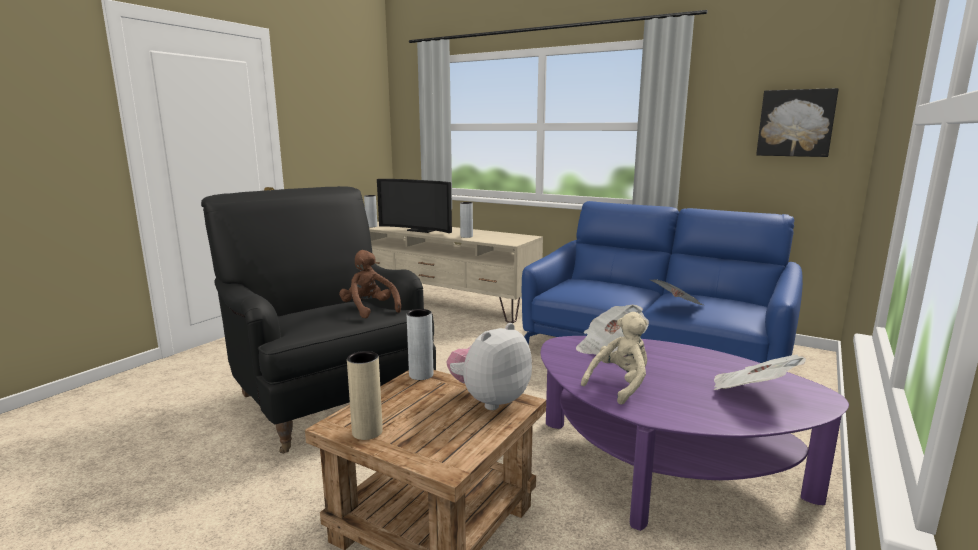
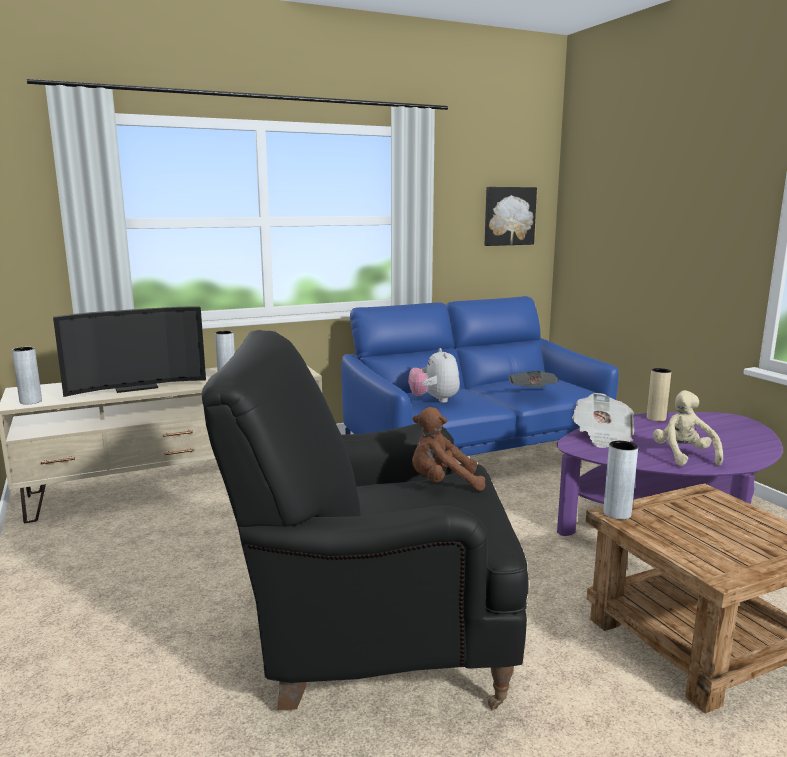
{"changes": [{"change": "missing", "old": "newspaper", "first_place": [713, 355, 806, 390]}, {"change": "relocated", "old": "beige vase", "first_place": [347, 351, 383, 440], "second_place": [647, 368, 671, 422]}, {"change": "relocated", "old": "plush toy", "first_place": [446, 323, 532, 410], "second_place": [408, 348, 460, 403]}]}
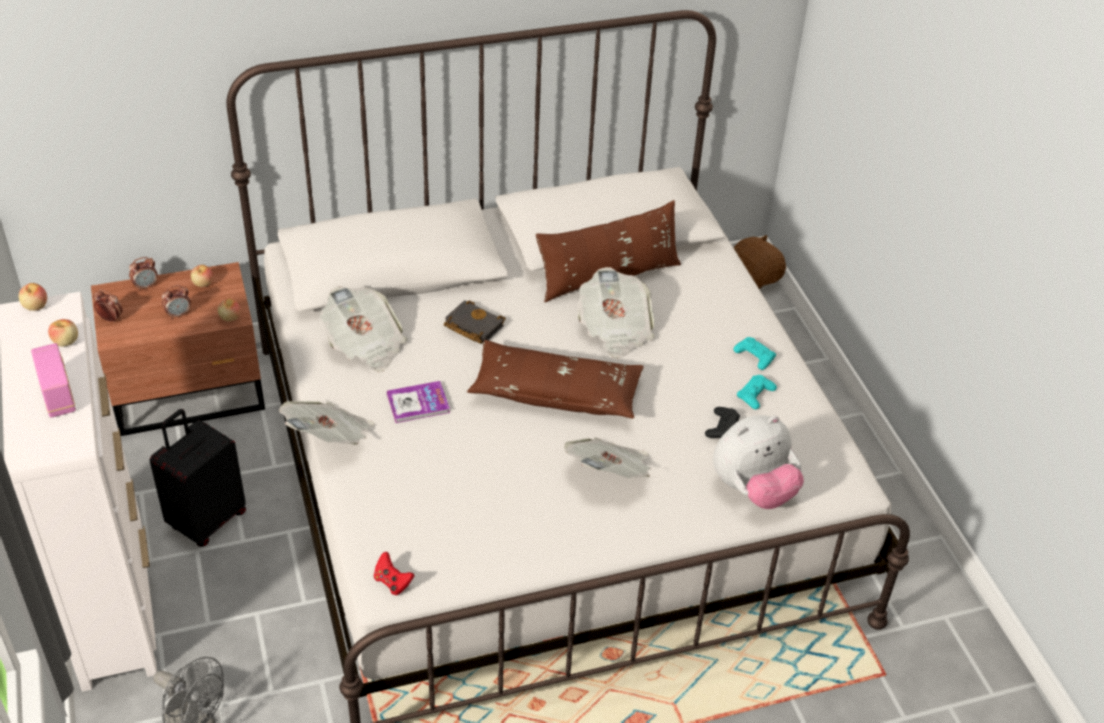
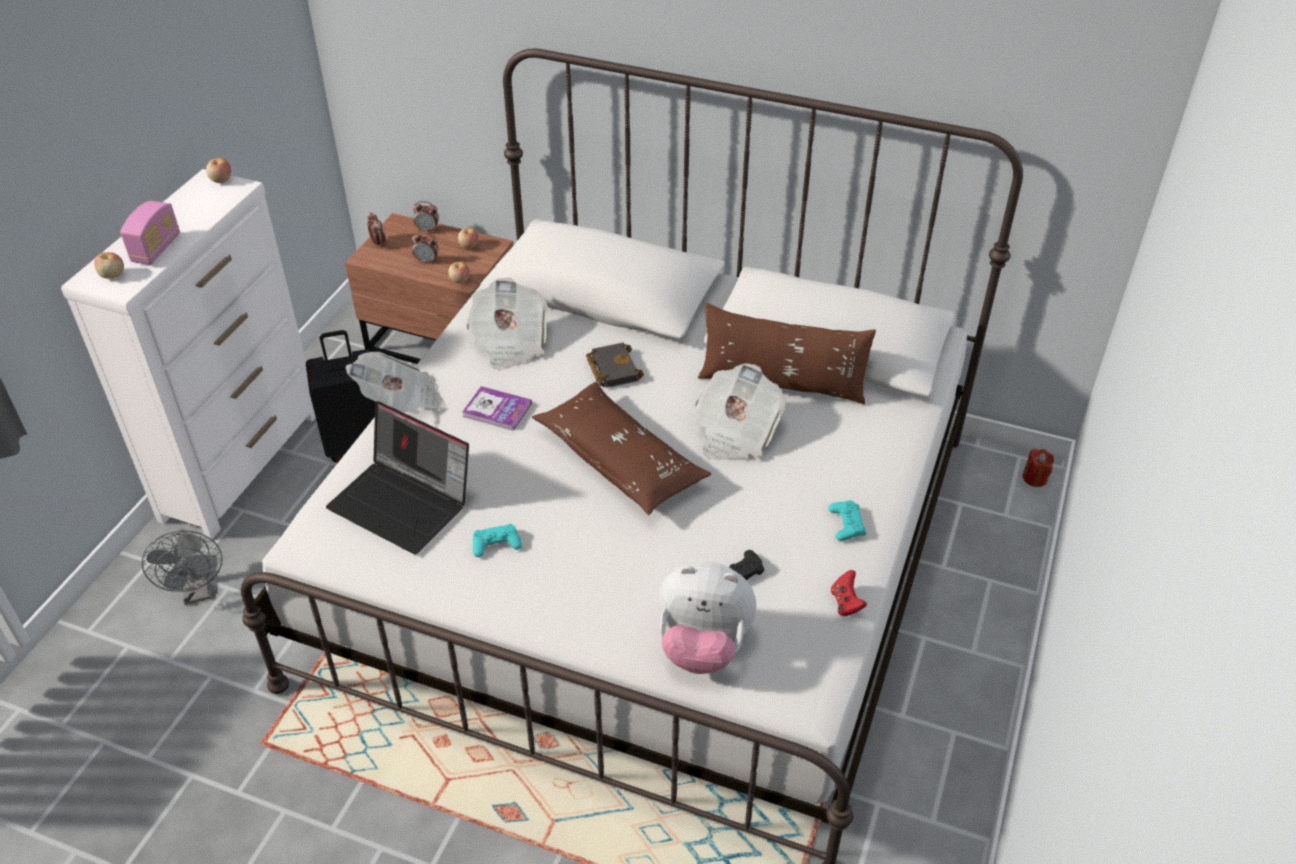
{"changes": [{"change": "missing", "old": "newspaper", "first_place": [564, 437, 651, 478]}, {"change": "appeared", "new": "laptop", "second_place": [326, 401, 469, 554]}, {"change": "relocated", "old": "apple", "first_place": [48, 319, 78, 347], "second_place": [94, 252, 124, 279]}, {"change": "relocated", "old": "red game controller", "first_place": [374, 552, 414, 595], "second_place": [831, 570, 867, 616]}, {"change": "relocated", "old": "turquoise game controller", "first_place": [737, 375, 777, 409], "second_place": [473, 524, 522, 557]}, {"change": "exchanged", "old": "brown plush toy", "new": "red candle", "first_place": [734, 235, 786, 289], "second_place": [1023, 449, 1054, 487]}]}
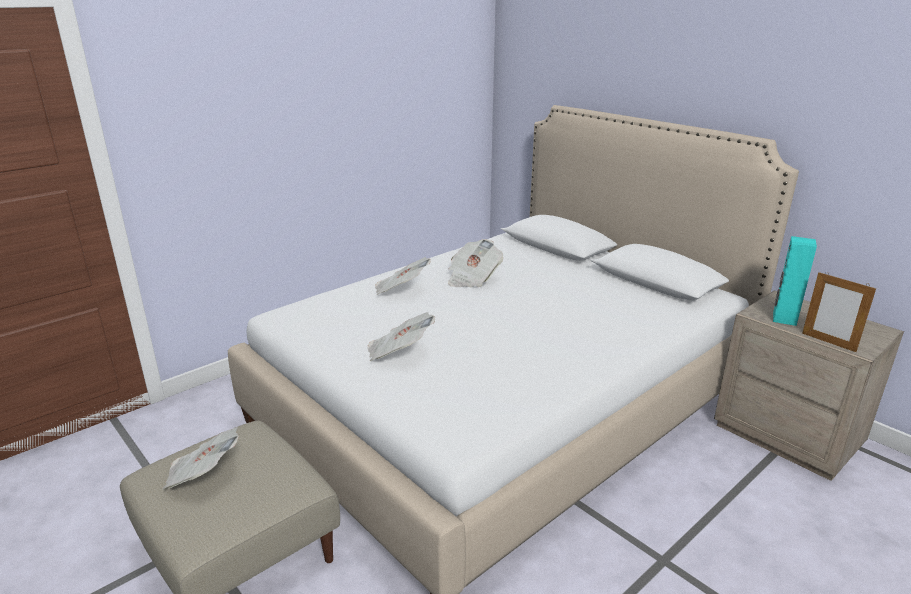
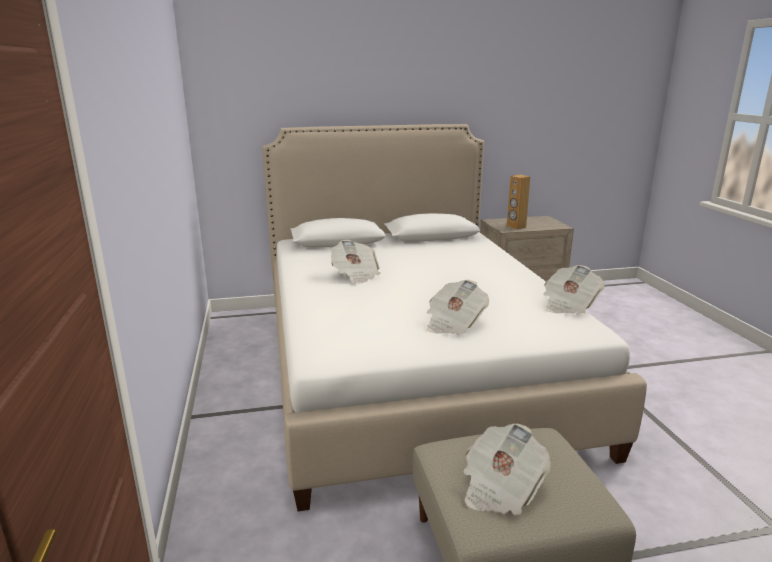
{"changes": [{"change": "missing", "old": "picture frame", "first_place": [802, 272, 876, 352]}, {"change": "relocated", "old": "newspaper", "first_place": [375, 257, 431, 295], "second_place": [544, 265, 604, 314]}, {"change": "colour", "old": "turquoise speaker", "new": "brown speaker", "first_place": [773, 236, 817, 326], "second_place": [507, 174, 530, 230]}]}
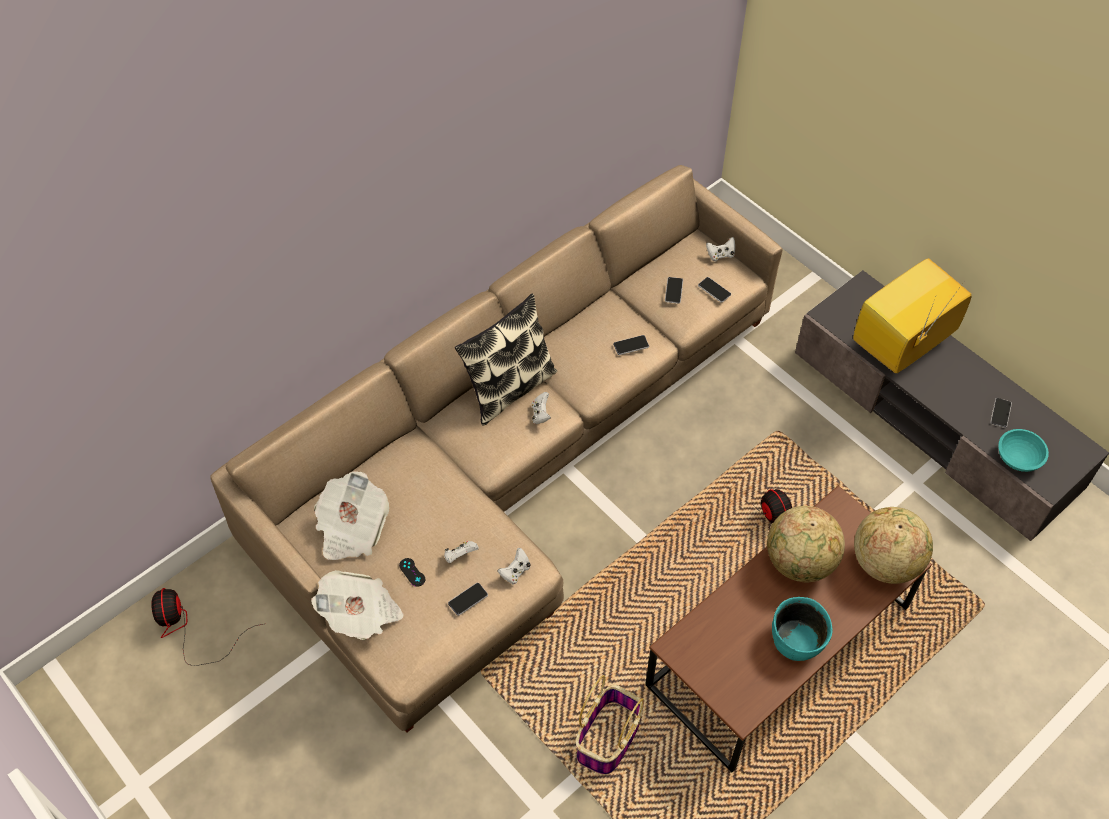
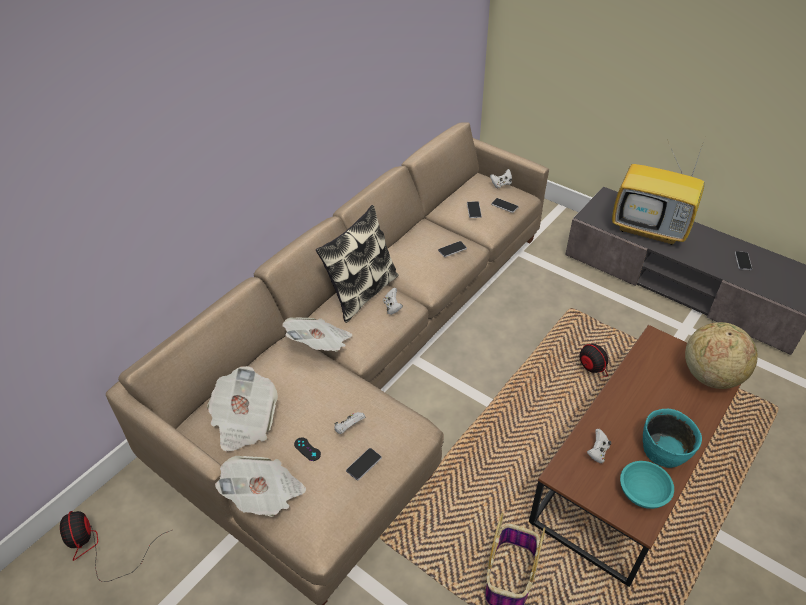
{"changes": [{"change": "missing", "old": "globe", "first_place": [767, 506, 845, 582]}, {"change": "appeared", "new": "newspaper", "second_place": [283, 317, 352, 352]}, {"change": "relocated", "old": "white game controller", "first_place": [498, 548, 531, 584], "second_place": [587, 429, 611, 463]}, {"change": "relocated", "old": "turquoise bowl", "first_place": [998, 429, 1049, 472], "second_place": [620, 461, 674, 509]}, {"change": "spun", "old": "television", "first_place": [853, 258, 972, 373], "second_place": [612, 141, 705, 245], "degrees": -105}]}
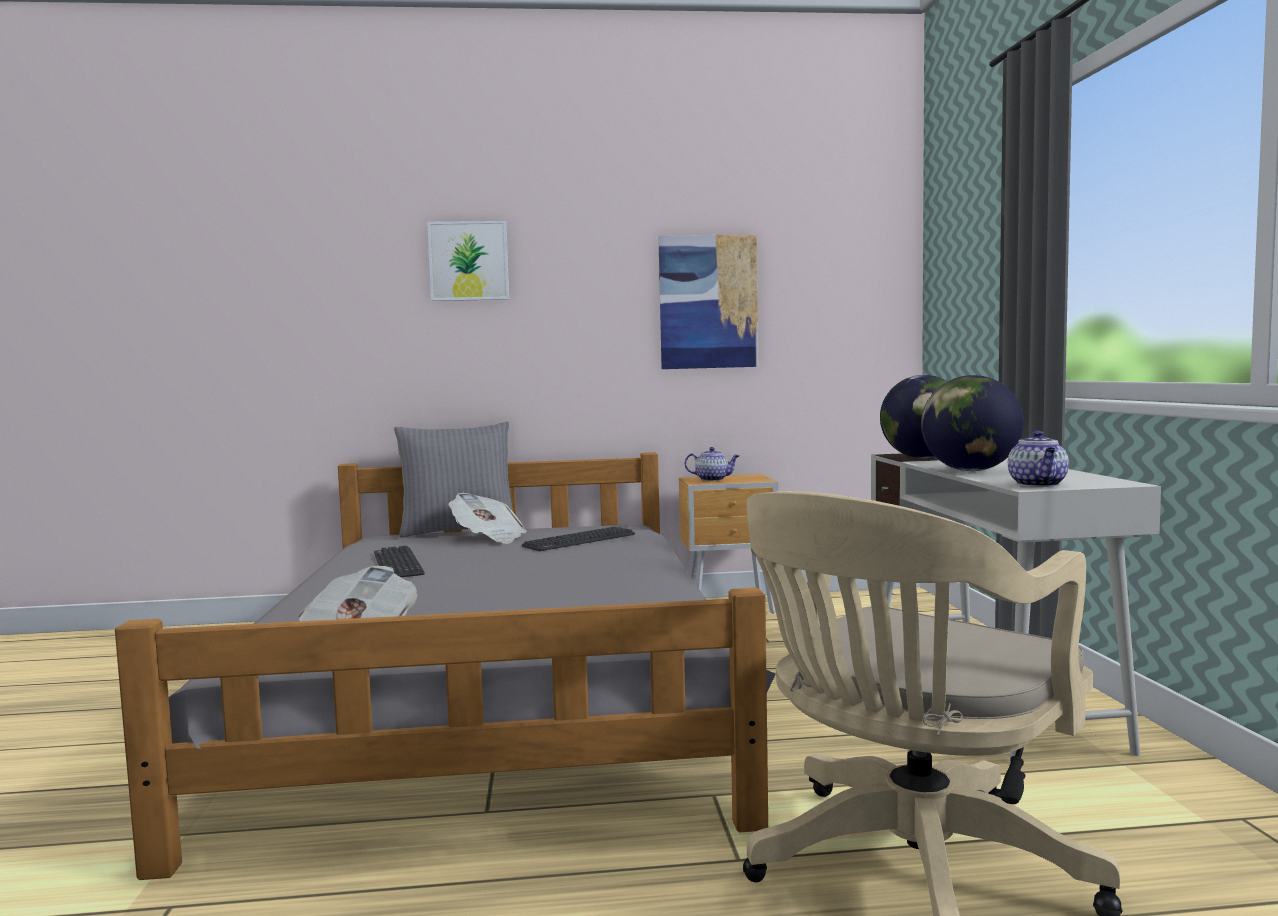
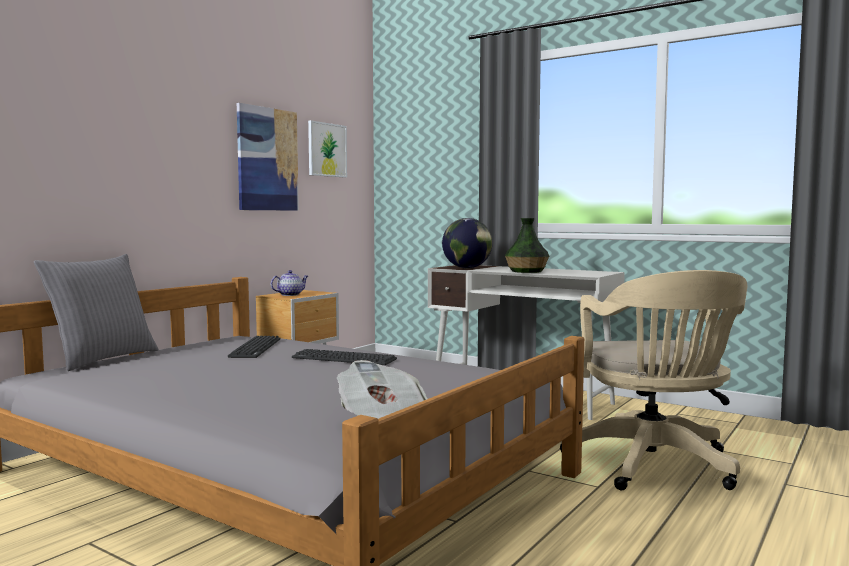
{"changes": [{"change": "missing", "old": "newspaper", "first_place": [449, 493, 527, 544]}, {"change": "missing", "old": "teapot", "first_place": [1008, 431, 1069, 487]}, {"change": "relocated", "old": "keyboard", "first_place": [374, 546, 425, 577], "second_place": [292, 349, 397, 365]}, {"change": "relocated", "old": "picture", "first_place": [427, 221, 509, 301], "second_place": [308, 120, 347, 178]}, {"change": "exchanged", "old": "globe", "new": "vase", "first_place": [921, 375, 1024, 471], "second_place": [505, 218, 549, 273]}]}
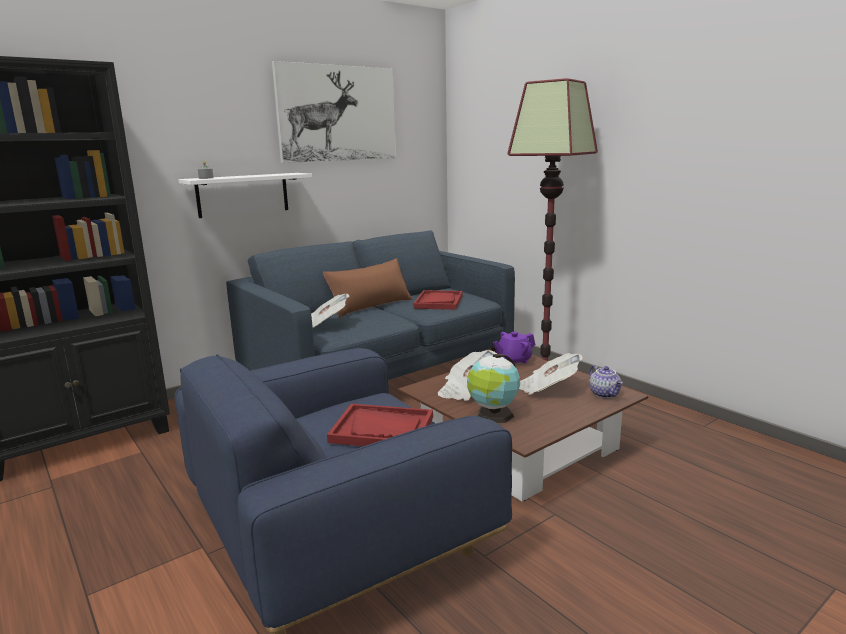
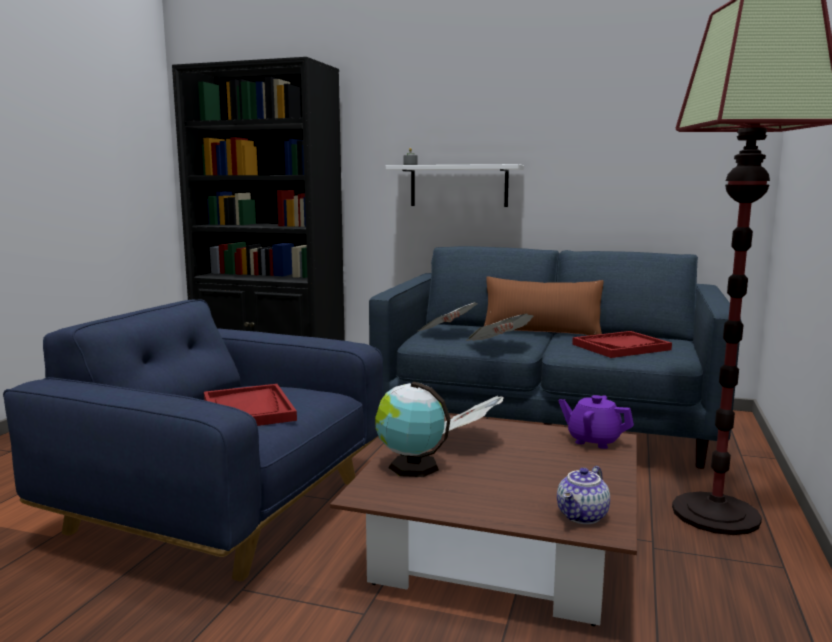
{"changes": [{"change": "missing", "old": "picture", "first_place": [272, 61, 396, 163]}, {"change": "relocated", "old": "newspaper", "first_place": [519, 353, 583, 395], "second_place": [467, 314, 534, 341]}]}
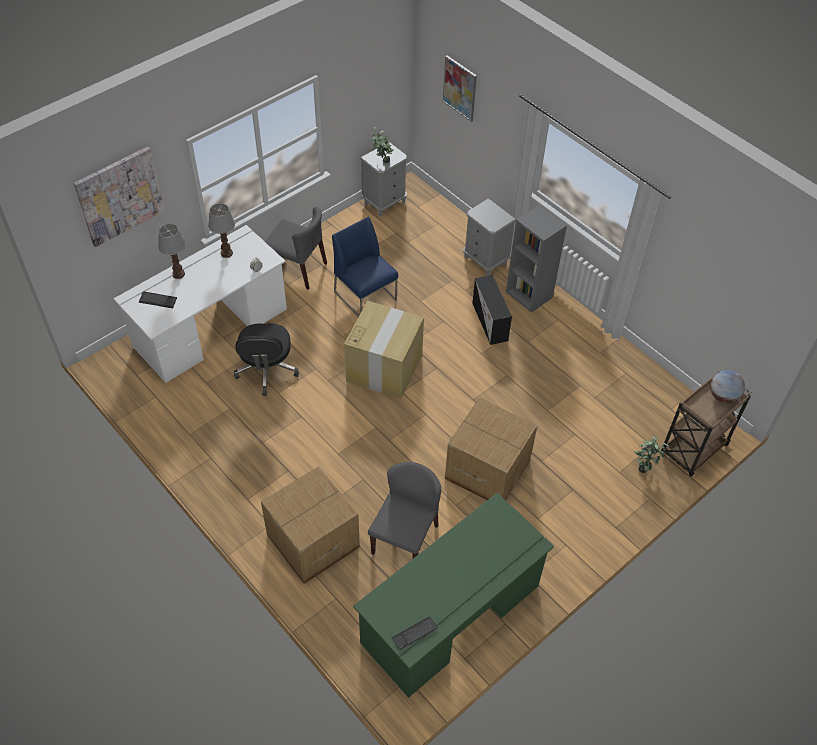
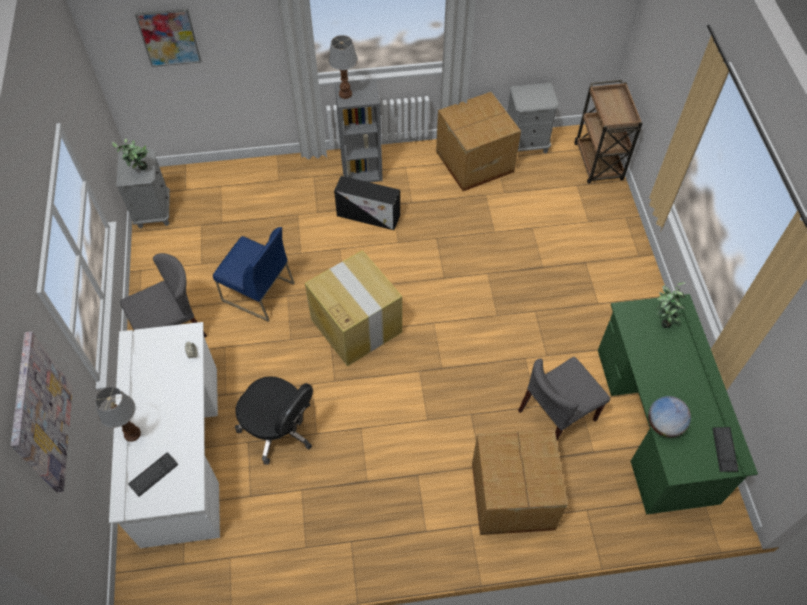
{"changes": [{"change": "relocated", "old": "table lamp", "first_place": [208, 203, 235, 258], "second_place": [328, 35, 358, 99]}, {"change": "relocated", "old": "cardboard box", "first_place": [445, 398, 538, 500], "second_place": [436, 92, 521, 191]}, {"change": "relocated", "old": "grey nightstand", "first_place": [463, 198, 516, 276], "second_place": [507, 83, 559, 153]}, {"change": "relocated", "old": "potted plant", "first_place": [634, 435, 669, 473], "second_place": [657, 282, 686, 329]}, {"change": "relocated", "old": "globe", "first_place": [710, 370, 745, 403], "second_place": [648, 396, 691, 437]}, {"change": "spun", "old": "blue chair", "first_place": [332, 216, 398, 317], "second_place": [213, 227, 295, 322], "degrees": -150}, {"change": "spun", "old": "grey chair", "first_place": [368, 462, 441, 558], "second_place": [518, 357, 610, 440], "degrees": -90}]}
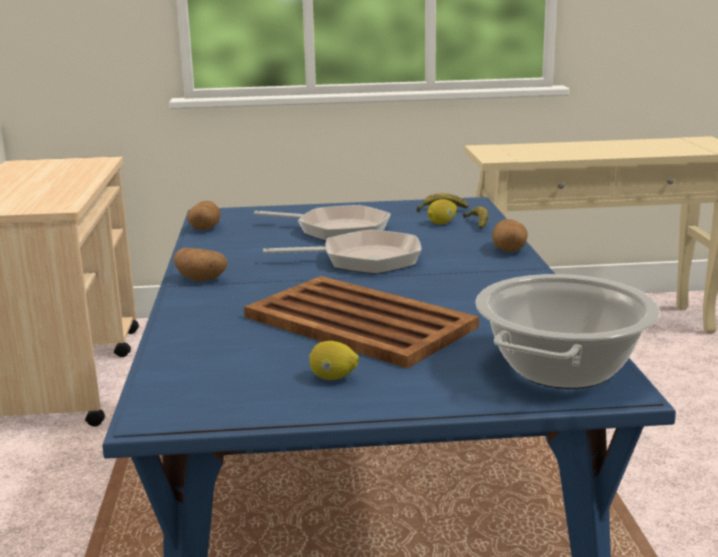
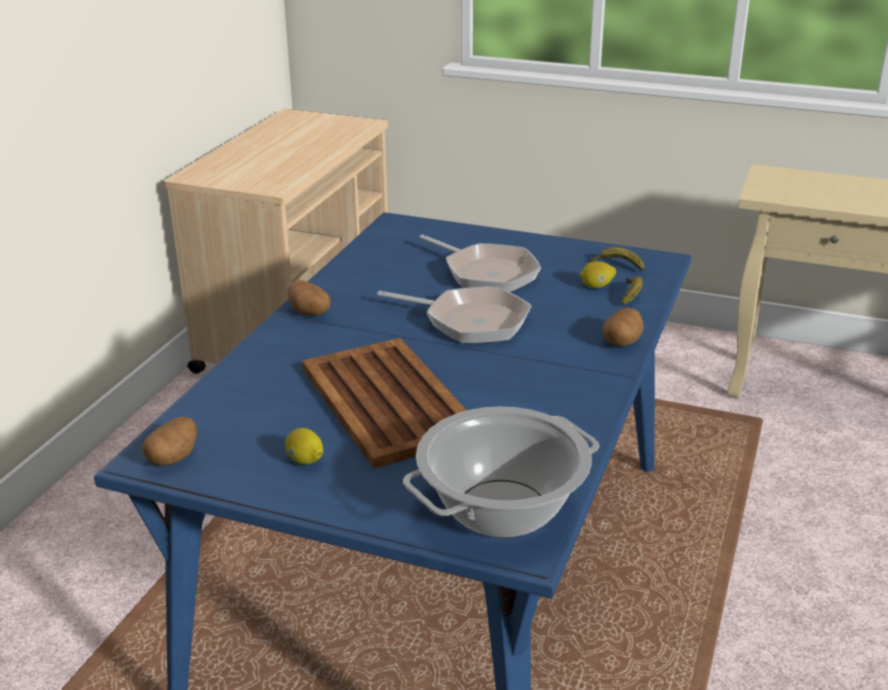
{"changes": [{"change": "relocated", "old": "potato", "first_place": [187, 201, 221, 230], "second_place": [142, 416, 197, 466]}]}
